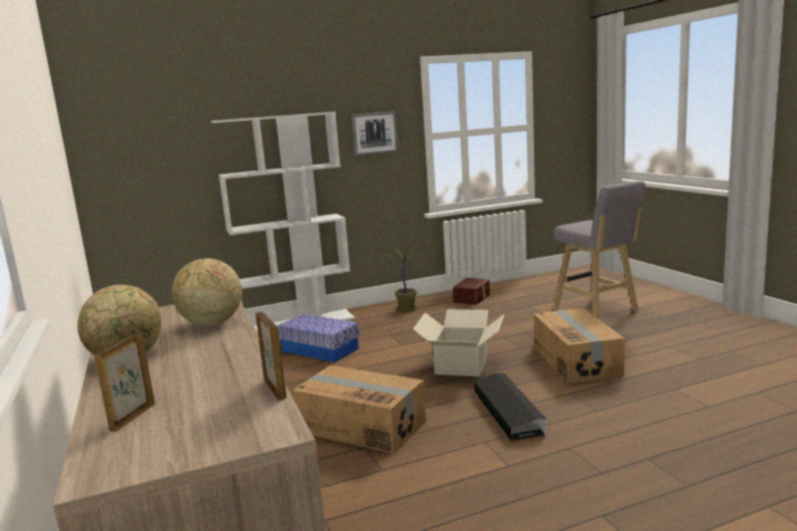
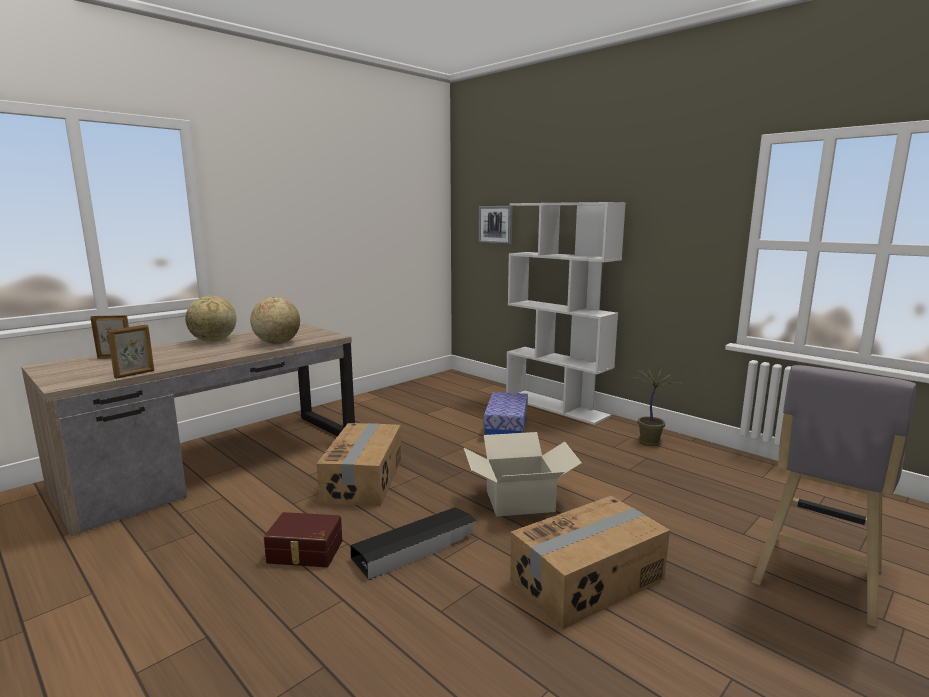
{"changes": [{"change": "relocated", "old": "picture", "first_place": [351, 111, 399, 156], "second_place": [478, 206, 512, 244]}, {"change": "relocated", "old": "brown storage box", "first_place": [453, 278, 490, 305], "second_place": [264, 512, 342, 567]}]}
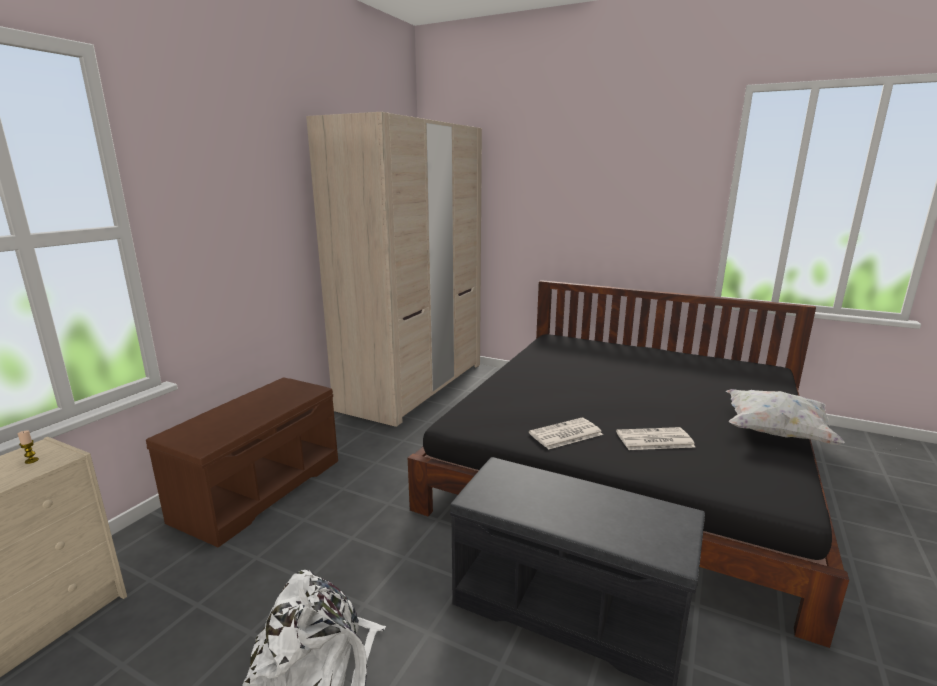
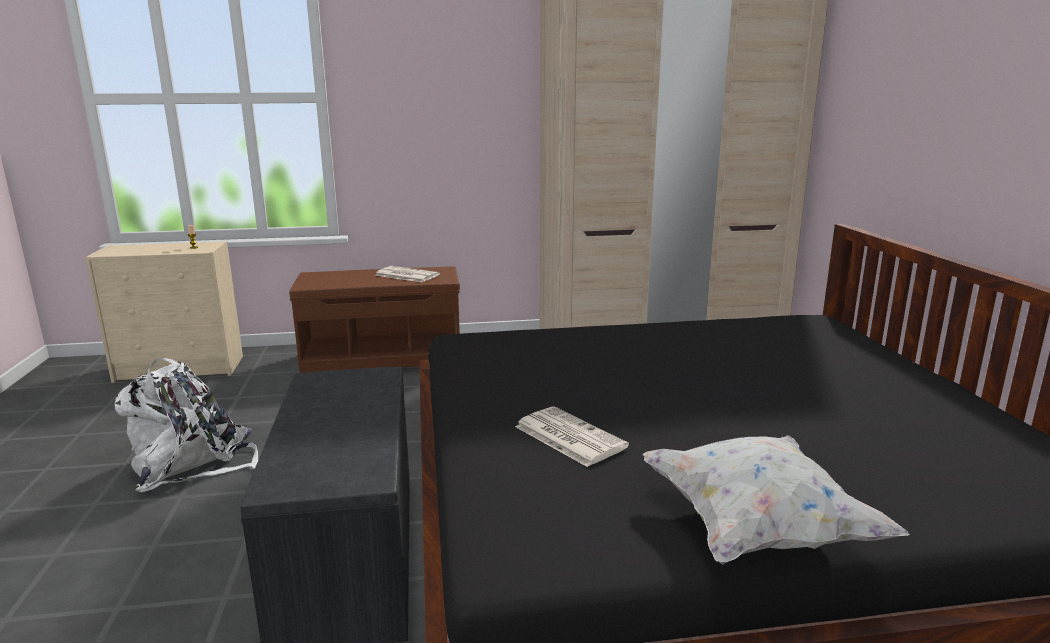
{"changes": [{"change": "relocated", "old": "newspaper", "first_place": [529, 418, 603, 450], "second_place": [375, 266, 440, 282]}]}
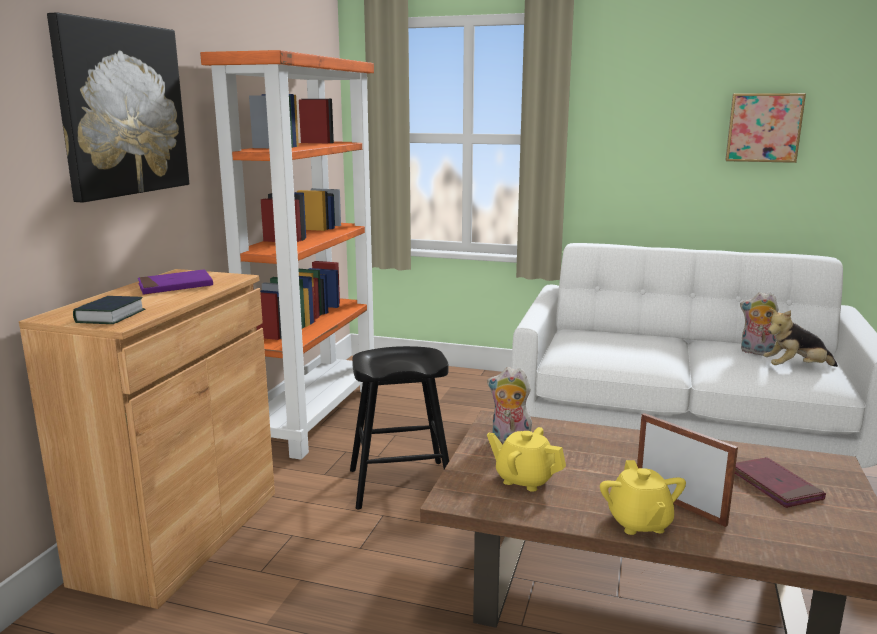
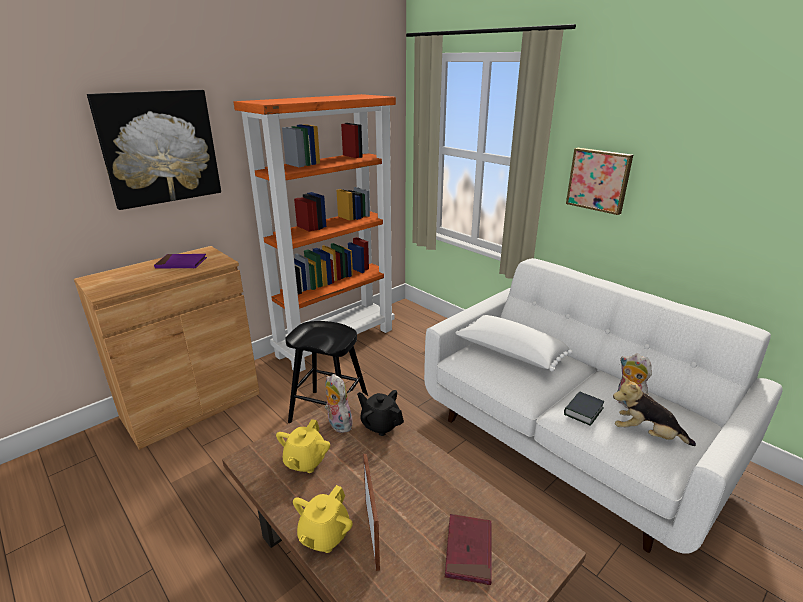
{"changes": [{"change": "appeared", "new": "black teapot", "second_place": [357, 390, 404, 436]}, {"change": "appeared", "new": "white pillow", "second_place": [456, 315, 573, 372]}, {"change": "relocated", "old": "book", "first_place": [73, 296, 145, 324], "second_place": [564, 391, 604, 426]}, {"change": "relocated", "old": "picture", "first_place": [725, 93, 806, 163], "second_place": [566, 148, 633, 215]}, {"change": "spun", "old": "yellow teapot", "first_place": [487, 427, 566, 492], "second_place": [276, 419, 330, 473], "degrees": -135}]}
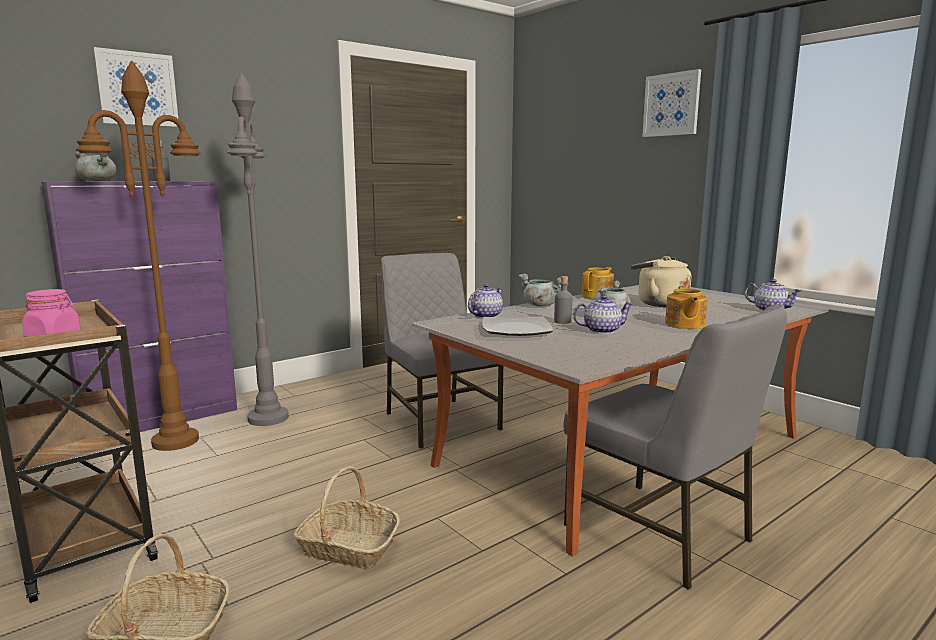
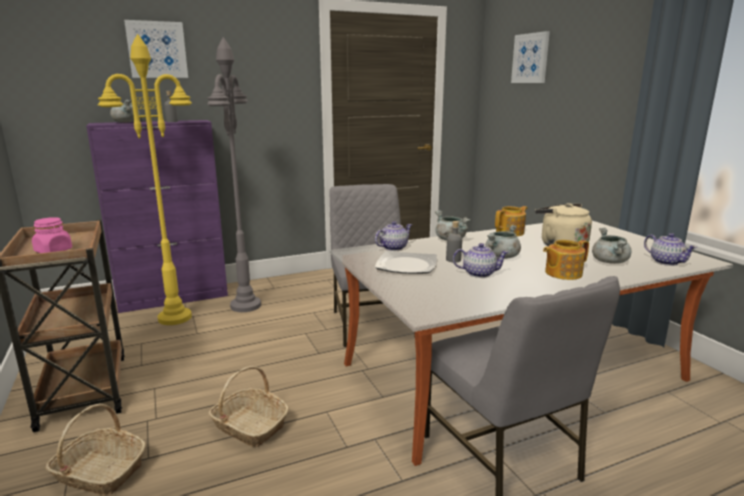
{"changes": [{"change": "appeared", "new": "grey cooking pot", "second_place": [592, 228, 632, 264]}, {"change": "relocated", "old": "picture", "first_place": [642, 69, 701, 137], "second_place": [511, 31, 550, 83]}, {"change": "colour", "old": "brown floor lamp", "new": "yellow floor lamp", "first_place": [76, 60, 201, 451], "second_place": [98, 34, 192, 325]}, {"change": "spun", "old": "teapot", "first_place": [665, 286, 707, 329], "second_place": [543, 240, 589, 280], "degrees": 45}]}
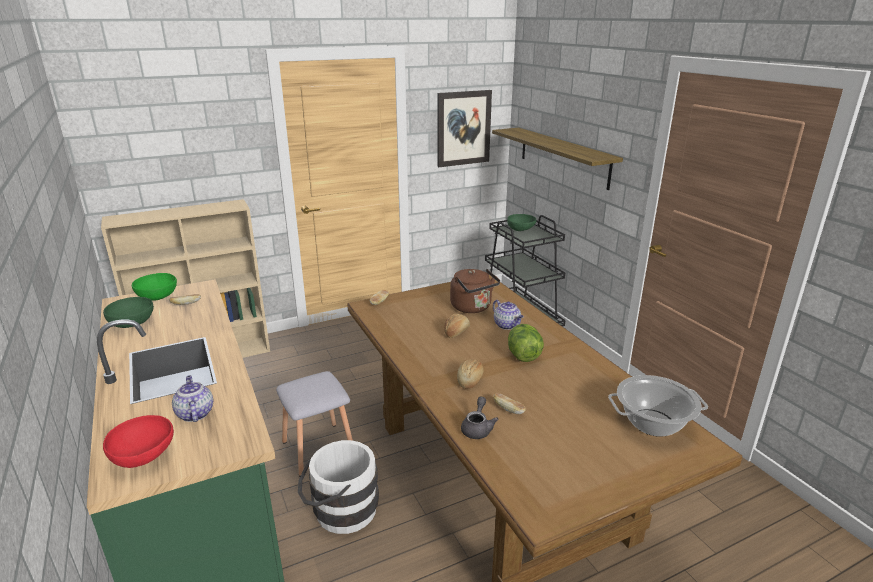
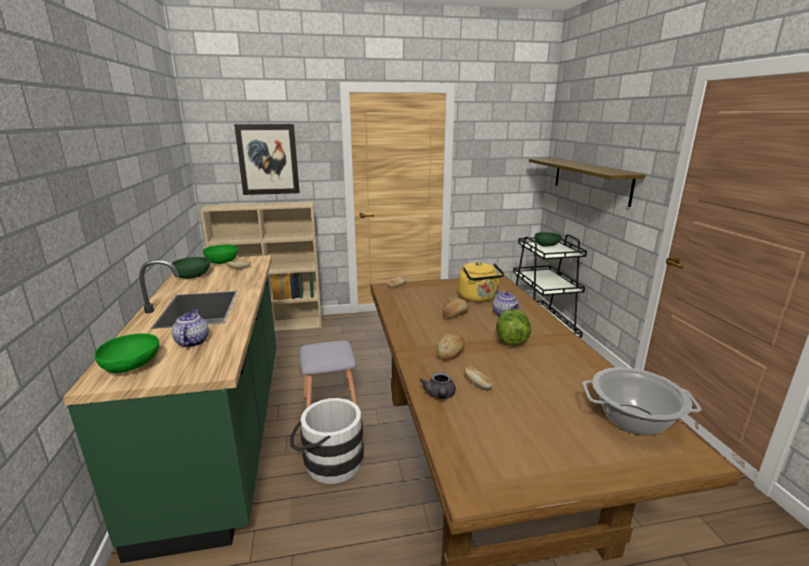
{"changes": [{"change": "relocated", "old": "picture", "first_place": [438, 90, 492, 167], "second_place": [234, 124, 300, 195]}, {"change": "colour", "old": "red bowl", "new": "green bowl", "first_place": [103, 415, 174, 468], "second_place": [94, 333, 159, 373]}, {"change": "colour", "old": "brown kettle", "new": "yellow kettle", "first_place": [450, 269, 500, 313], "second_place": [458, 262, 504, 302]}, {"change": "spun", "old": "grey teapot", "first_place": [461, 396, 498, 439], "second_place": [420, 372, 456, 399], "degrees": 150}]}
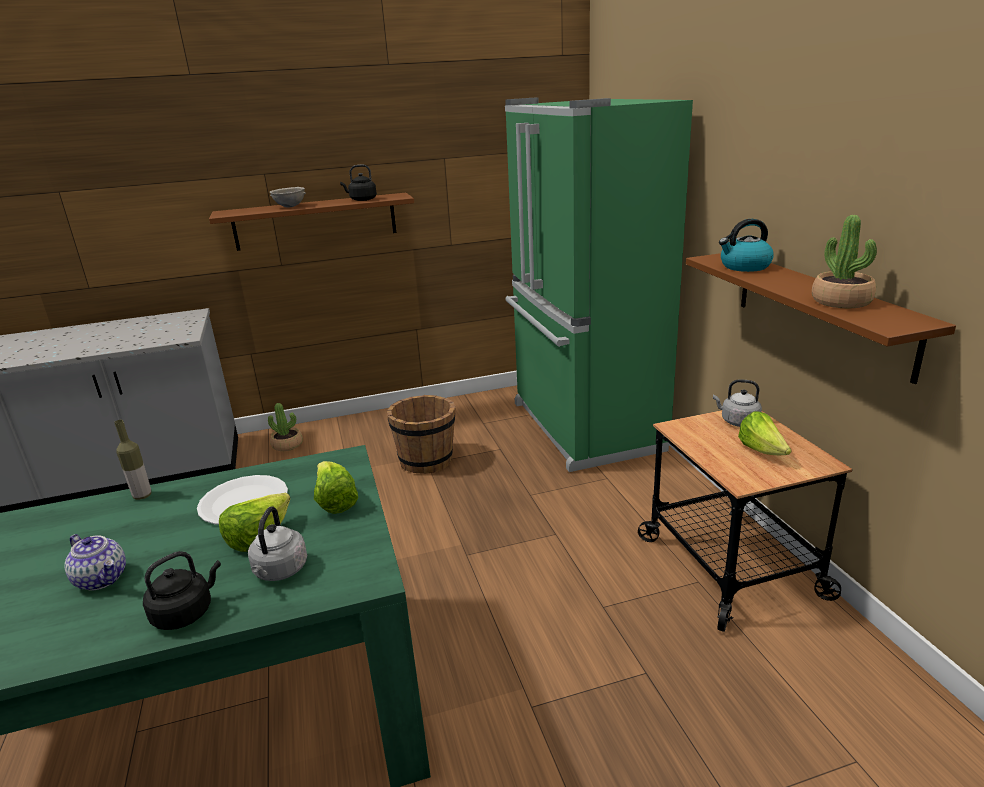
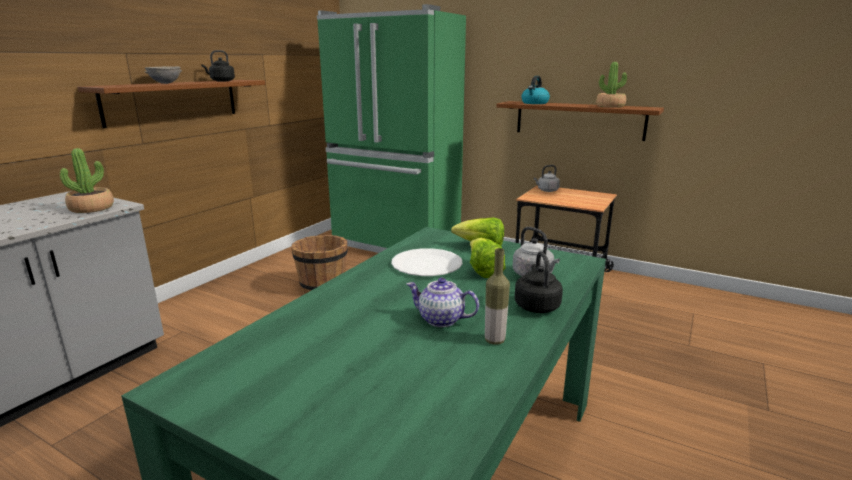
{"changes": [{"change": "missing", "old": "lettuce", "first_place": [738, 411, 792, 455]}, {"change": "relocated", "old": "bottle", "first_place": [114, 420, 151, 500], "second_place": [485, 248, 510, 345]}, {"change": "relocated", "old": "potted plant", "first_place": [268, 403, 303, 451], "second_place": [60, 148, 114, 213]}, {"change": "spun", "old": "teapot", "first_place": [65, 534, 126, 591], "second_place": [407, 278, 479, 327], "degrees": -150}]}
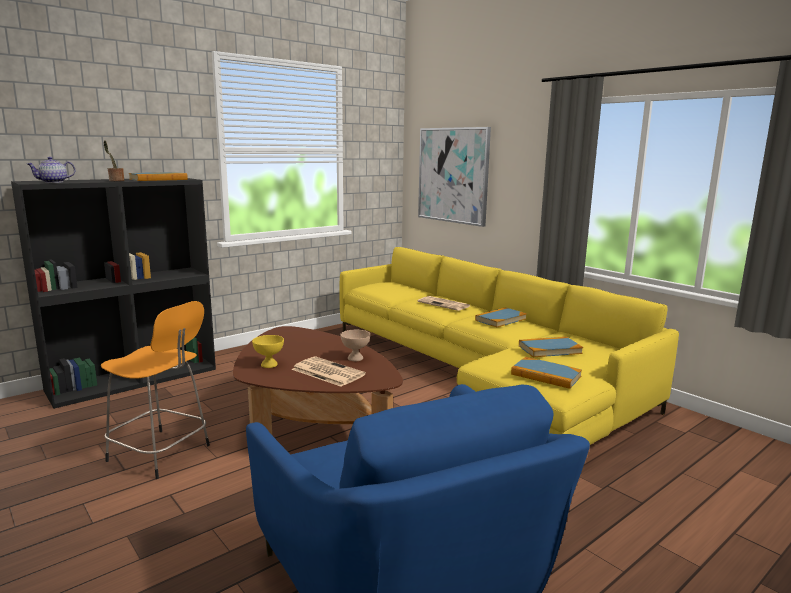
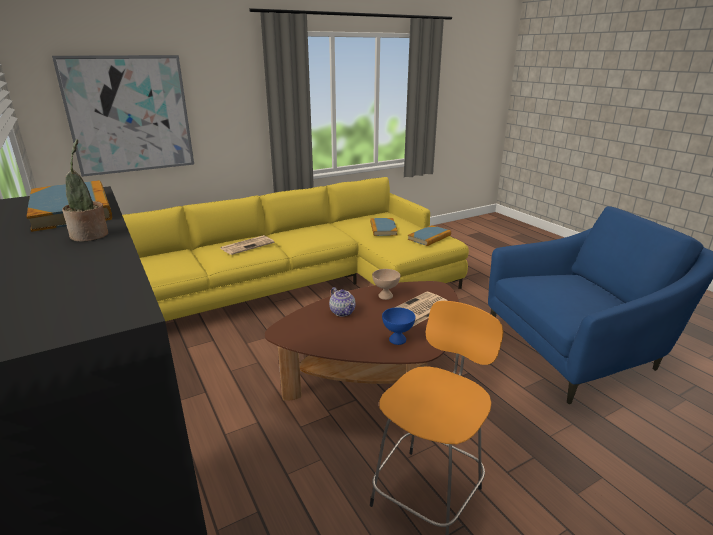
{"changes": [{"change": "missing", "old": "book", "first_place": [475, 307, 527, 327]}, {"change": "relocated", "old": "teapot", "first_place": [27, 157, 75, 183], "second_place": [329, 287, 355, 317]}, {"change": "colour", "old": "yellow bowl", "new": "blue bowl", "first_place": [252, 335, 284, 368], "second_place": [382, 307, 415, 345]}]}
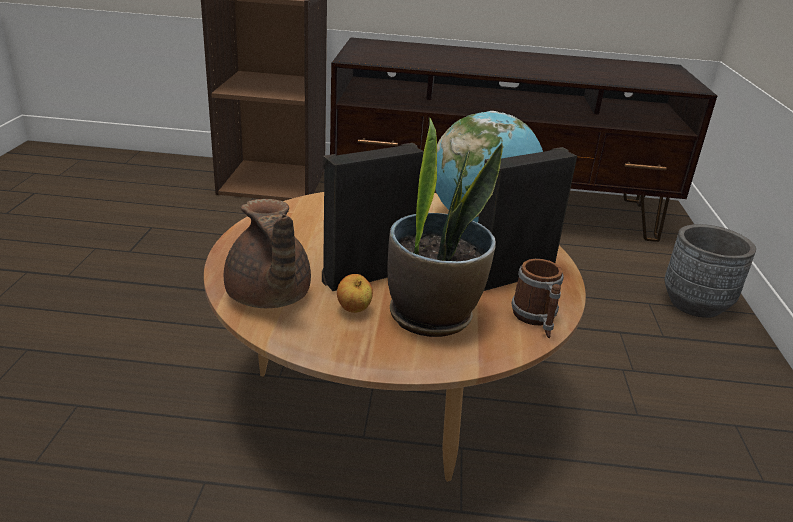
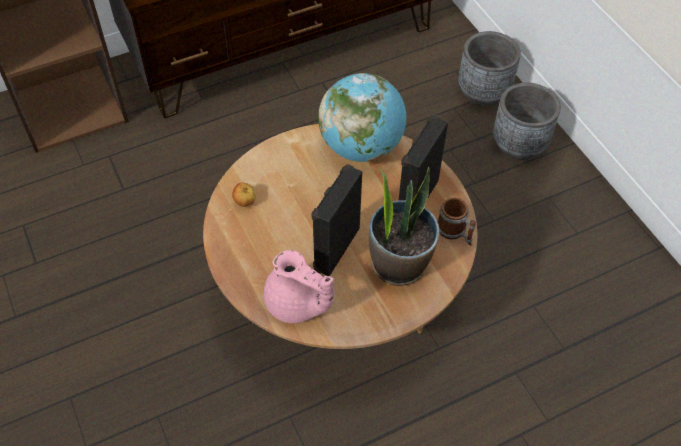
{"changes": [{"change": "appeared", "new": "grey planter", "second_place": [493, 82, 561, 160]}, {"change": "relocated", "old": "apple", "first_place": [337, 274, 373, 313], "second_place": [232, 183, 256, 207]}, {"change": "colour", "old": "brown teapot", "new": "pink teapot", "first_place": [224, 199, 311, 308], "second_place": [264, 250, 334, 323]}]}
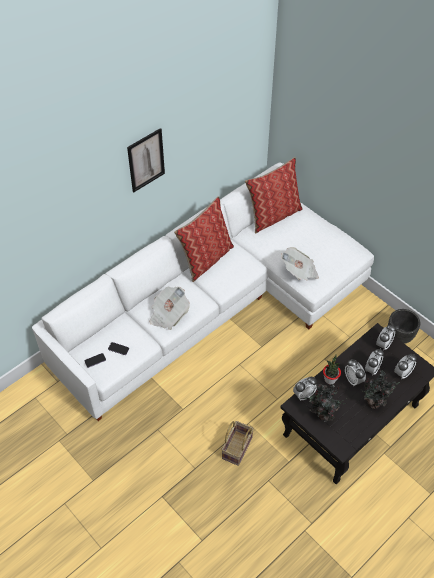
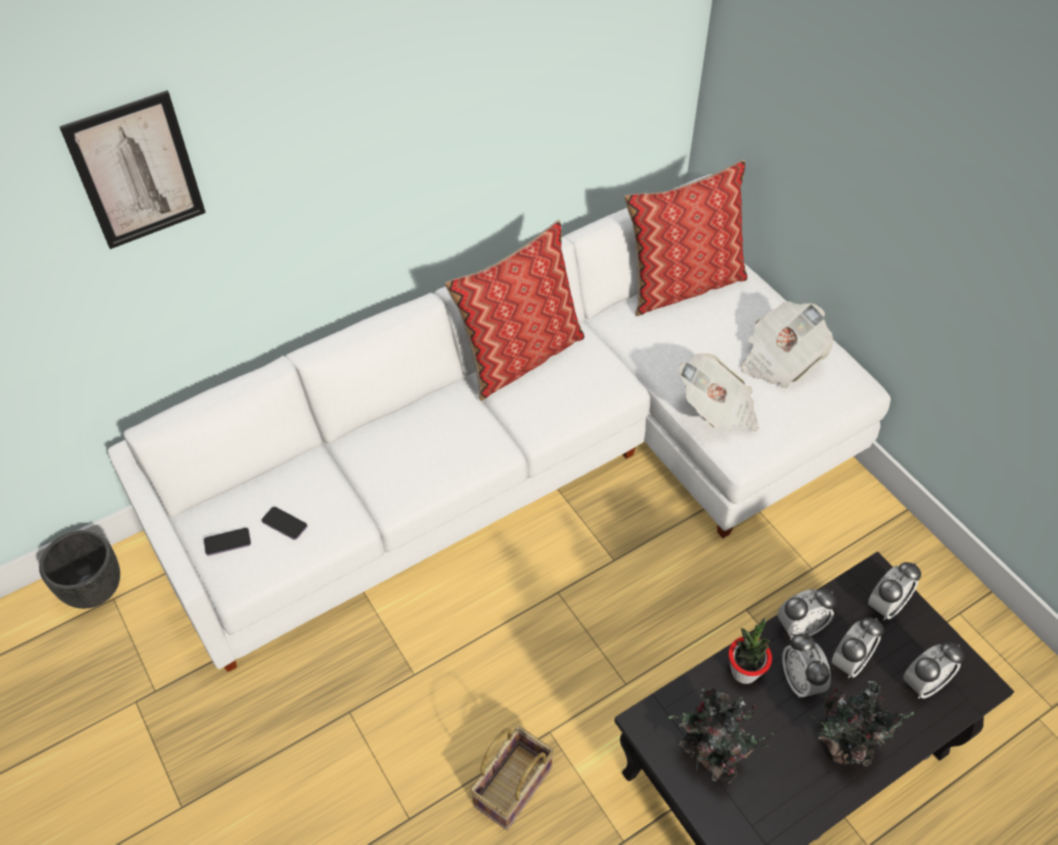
{"changes": [{"change": "relocated", "old": "picture", "first_place": [127, 128, 165, 192], "second_place": [59, 90, 206, 249]}, {"change": "relocated", "old": "newspaper", "first_place": [149, 287, 190, 330], "second_place": [741, 301, 833, 388]}, {"change": "relocated", "old": "alarm clock", "first_place": [293, 377, 317, 401], "second_place": [777, 588, 836, 640]}, {"change": "relocated", "old": "black planter", "first_place": [388, 309, 420, 344], "second_place": [39, 530, 120, 609]}]}
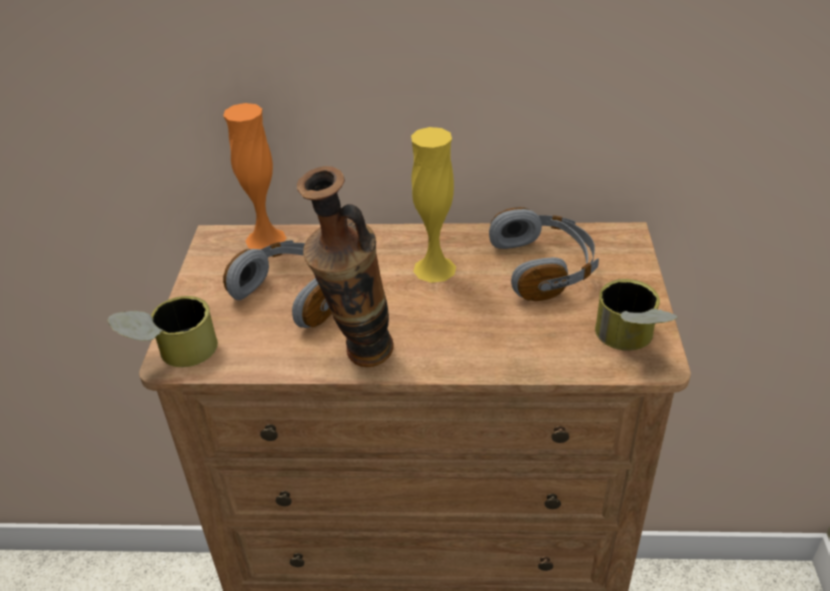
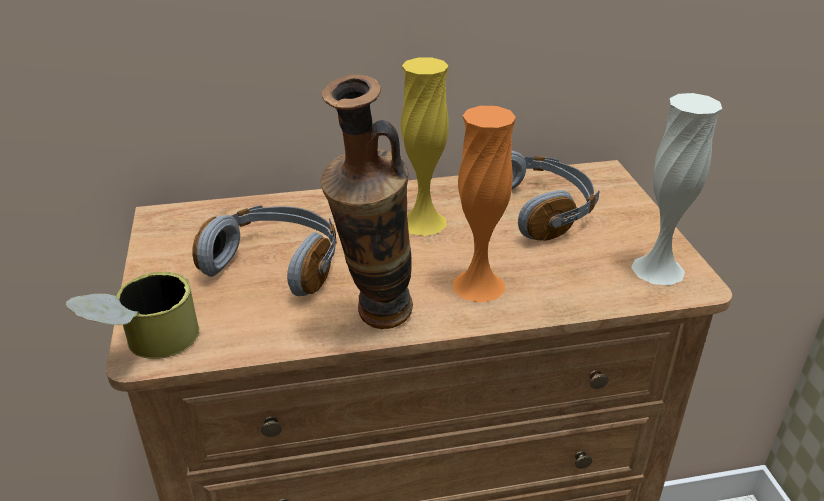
{"changes": [{"change": "relocated", "old": "orange vase", "first_place": [223, 103, 286, 250], "second_place": [453, 106, 516, 303]}, {"change": "exchanged", "old": "can", "new": "white vase", "first_place": [595, 279, 678, 351], "second_place": [631, 93, 722, 285]}]}
